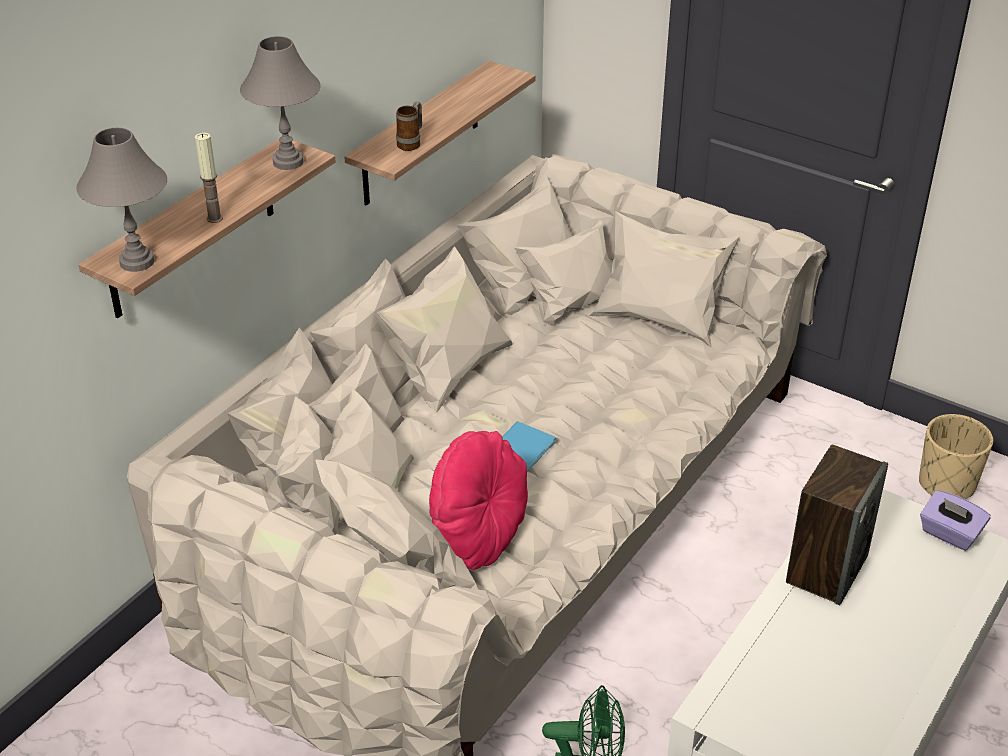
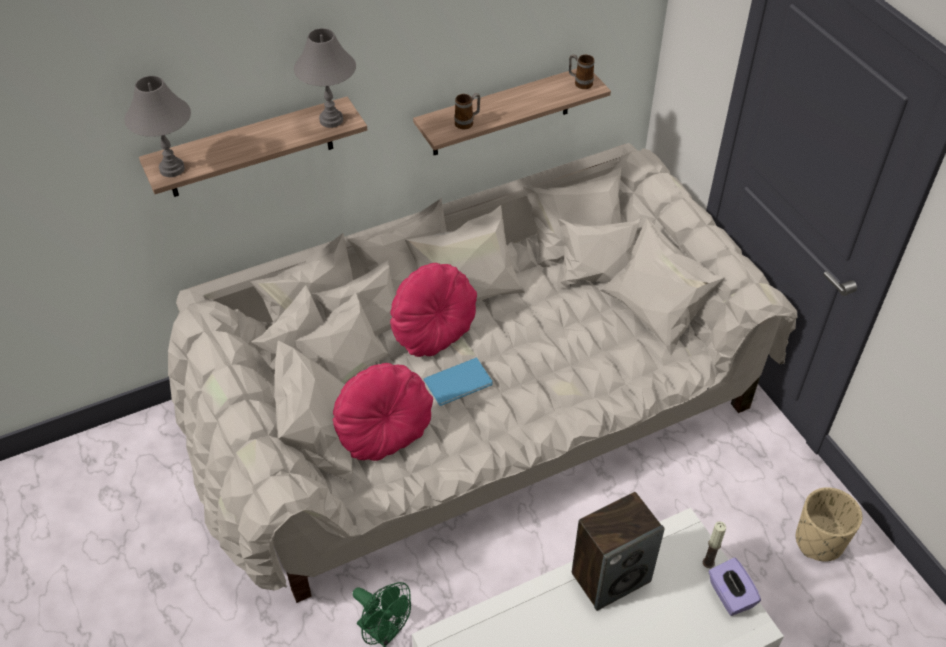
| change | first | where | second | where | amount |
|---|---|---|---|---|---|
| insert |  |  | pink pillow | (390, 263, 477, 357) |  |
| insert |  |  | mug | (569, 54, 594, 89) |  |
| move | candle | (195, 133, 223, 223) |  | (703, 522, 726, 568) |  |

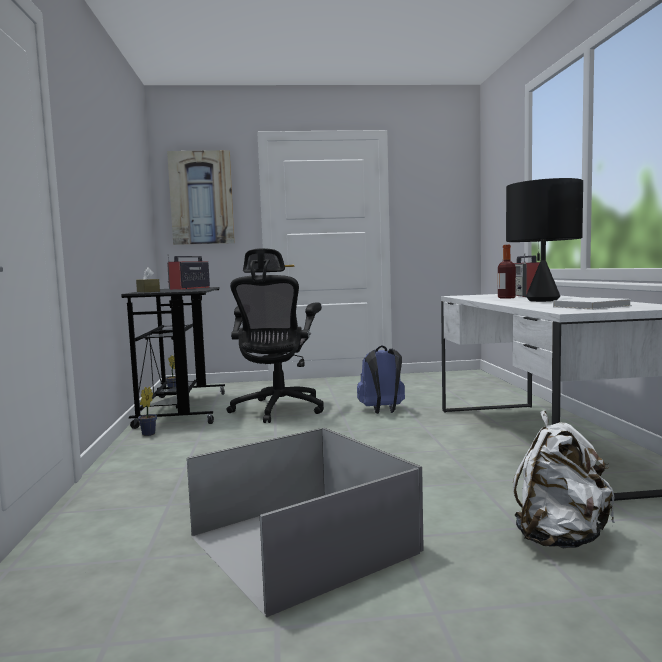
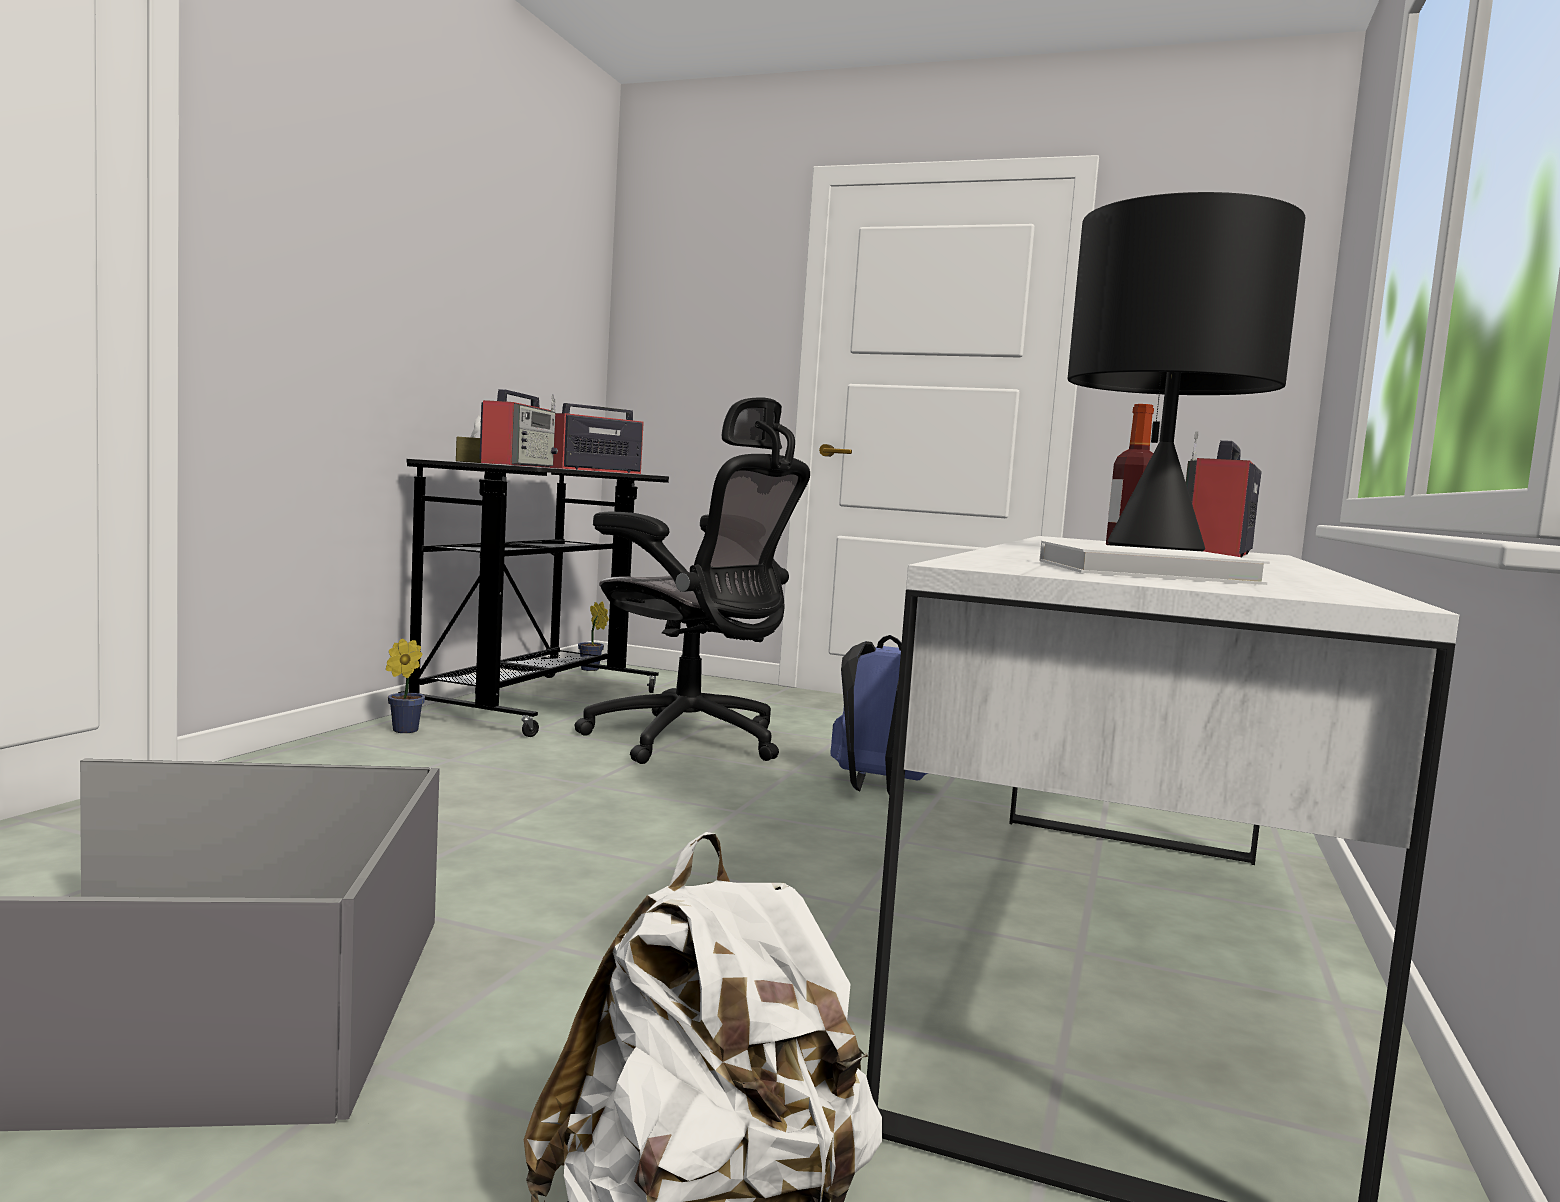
| change | first | where | second | where | amount |
|---|---|---|---|---|---|
| delete | picture | (167, 150, 235, 245) |  |  |  |
| insert |  |  | radio | (479, 389, 558, 468) |  |
| rotate | office chair | (227, 248, 324, 423) |  | (574, 398, 810, 764) | 90 degrees counterclockwise |

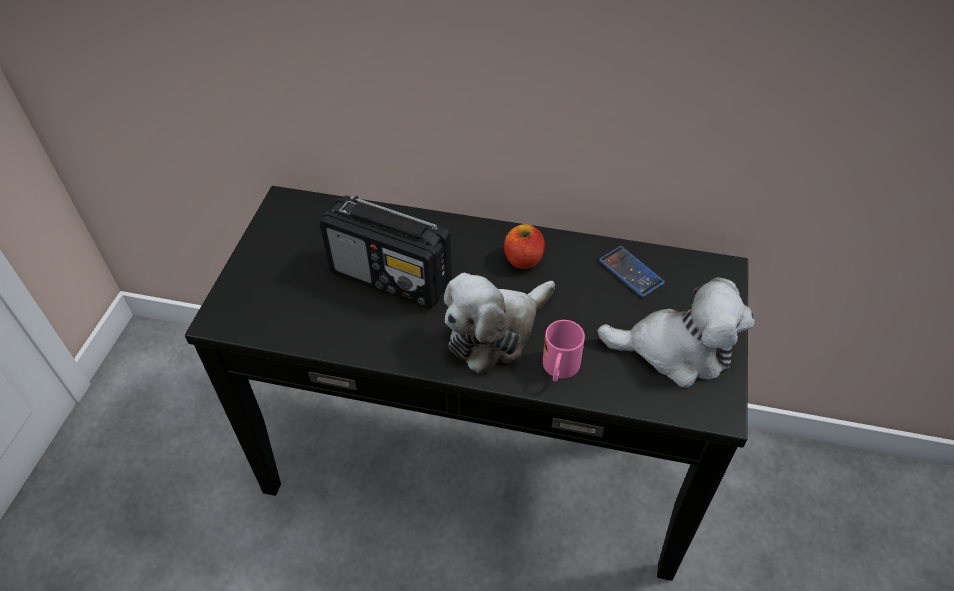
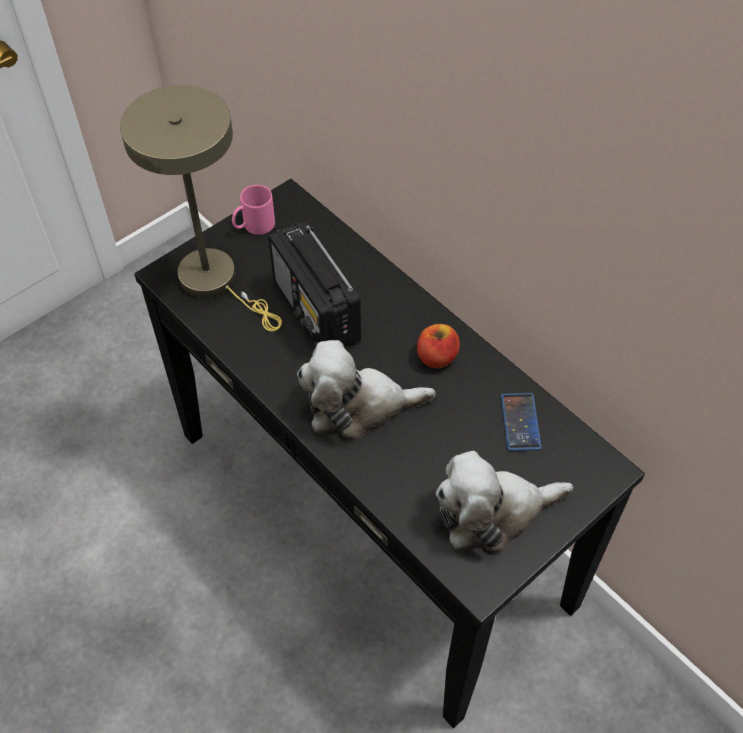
| change | first | where | second | where | amount |
|---|---|---|---|---|---|
| insert |  |  | beige table lamp | (120, 85, 282, 332) |  |
| move | pink mug | (543, 320, 585, 382) |  | (232, 185, 275, 235) |  |
| rotate | plush toy | (597, 277, 755, 388) |  | (436, 451, 573, 553) | 120 degrees clockwise |

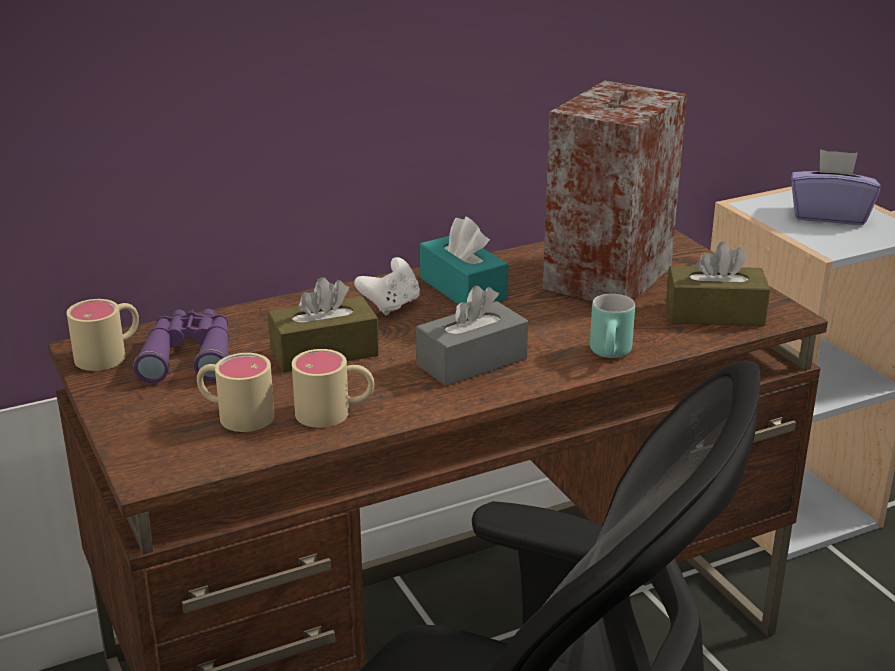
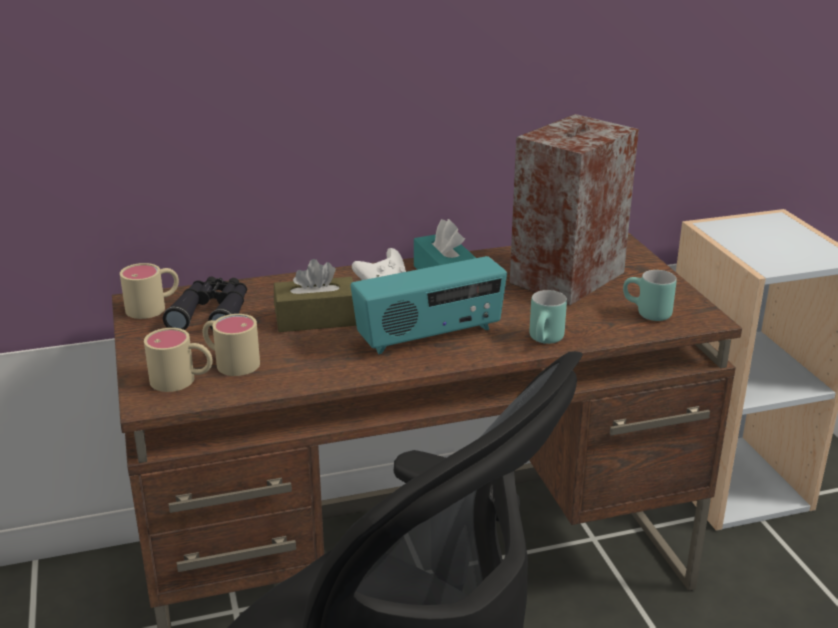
| change | first | where | second | where | amount |
|---|---|---|---|---|---|
| delete | purple tissue box | (791, 149, 881, 225) |  |  |  |
| move | beige mug | (292, 349, 375, 428) |  | (144, 328, 213, 392) |  |
| replace | grey tissue box | (416, 286, 528, 386) | radio | (350, 256, 507, 354) |  |
| replace | brown tissue box | (666, 242, 770, 326) | turquoise mug | (623, 270, 677, 321) |  |
| recolor | purple binoculars | (134, 309, 229, 383) | black binoculars | (163, 277, 247, 330) |  |

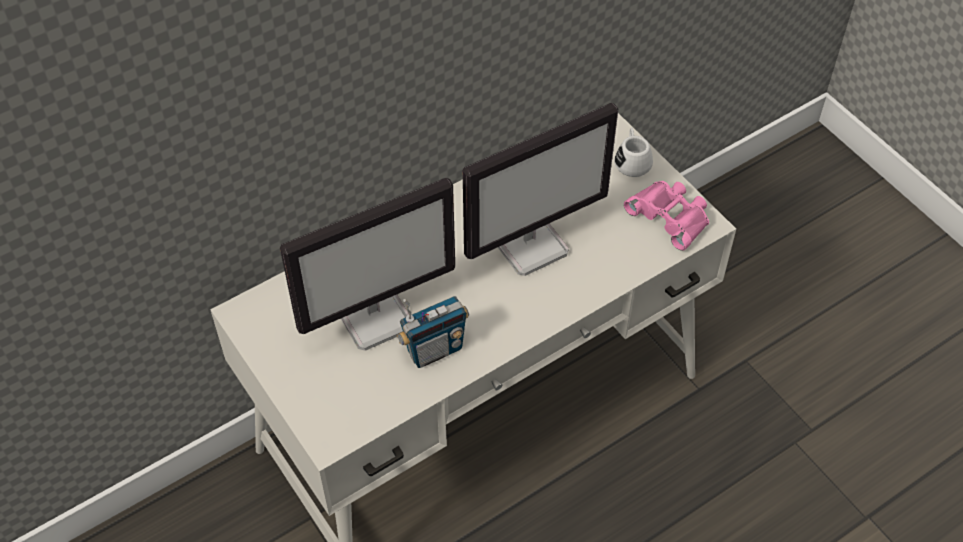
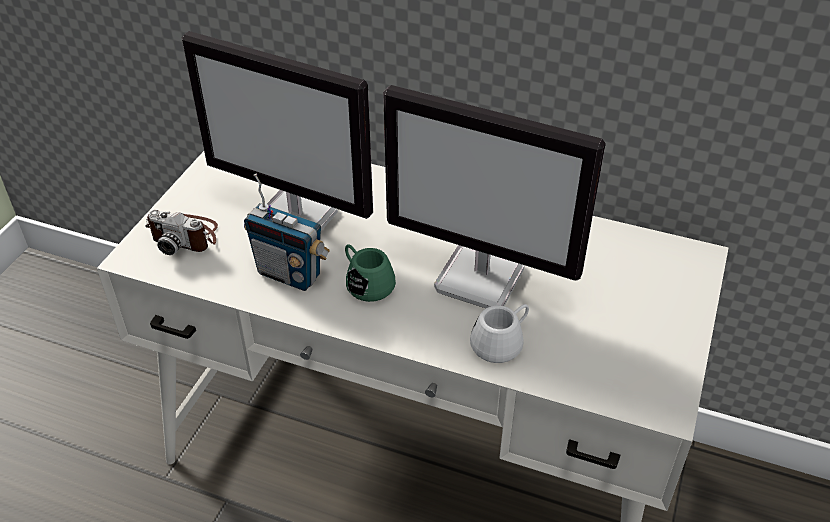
| change | first | where | second | where | amount |
|---|---|---|---|---|---|
| delete | pink binoculars | (624, 181, 709, 251) |  |  |  |
| insert |  |  | photo camera | (145, 210, 218, 255) |  |
| insert |  |  | green mug | (345, 244, 396, 302) |  |
| move | white mug | (615, 127, 653, 177) |  | (470, 304, 529, 363) |  |

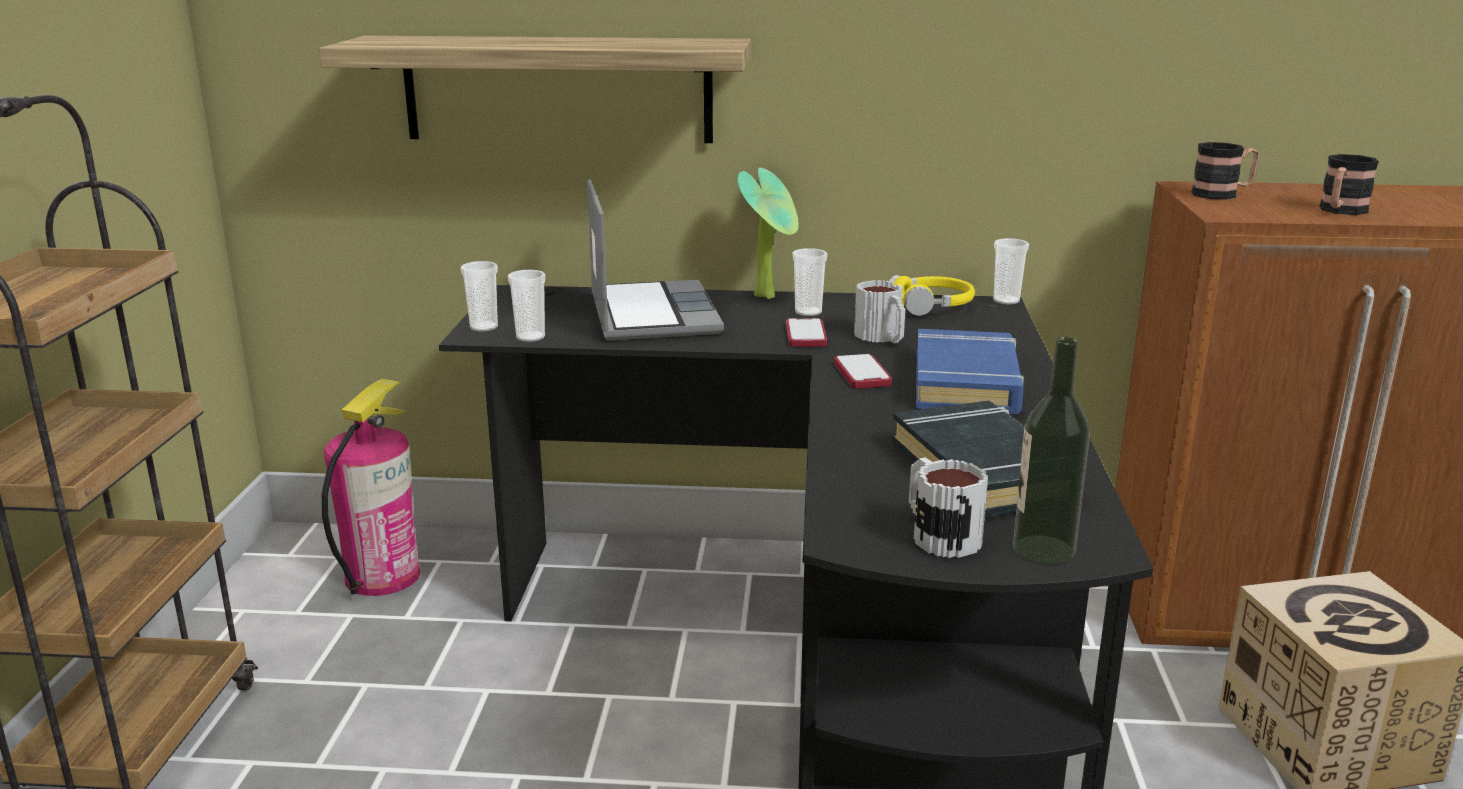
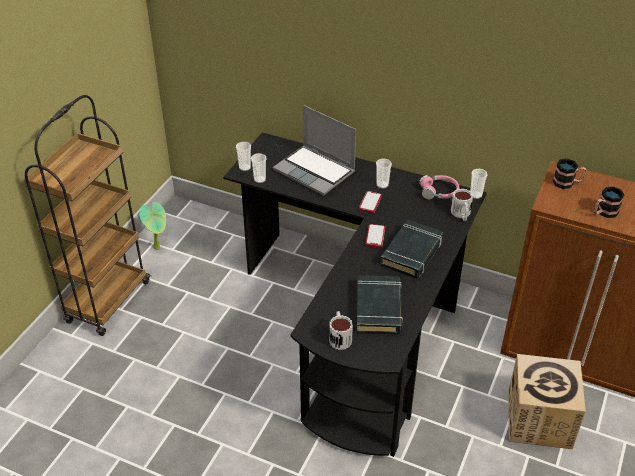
| change | first | where | second | where | amount |
|---|---|---|---|---|---|
| delete | shelf | (319, 36, 751, 143) |  |  |  |
| delete | fire extinguisher | (322, 378, 420, 596) |  |  |  |
| delete | bottle | (1013, 337, 1090, 565) |  |  |  |
| move | potted plant | (737, 168, 799, 299) |  | (139, 202, 166, 250) |  |
| move | mug | (854, 280, 905, 343) |  | (451, 189, 473, 221) |  |
| recolor | yellow headphones | (889, 275, 975, 316) | pink headphones | (419, 175, 459, 200) |  |
| recolor | blue book | (916, 329, 1024, 414) | black book | (381, 219, 444, 278) |  |
| rotate | laptop | (587, 179, 724, 341) |  | (273, 105, 356, 196) | 120 degrees clockwise |

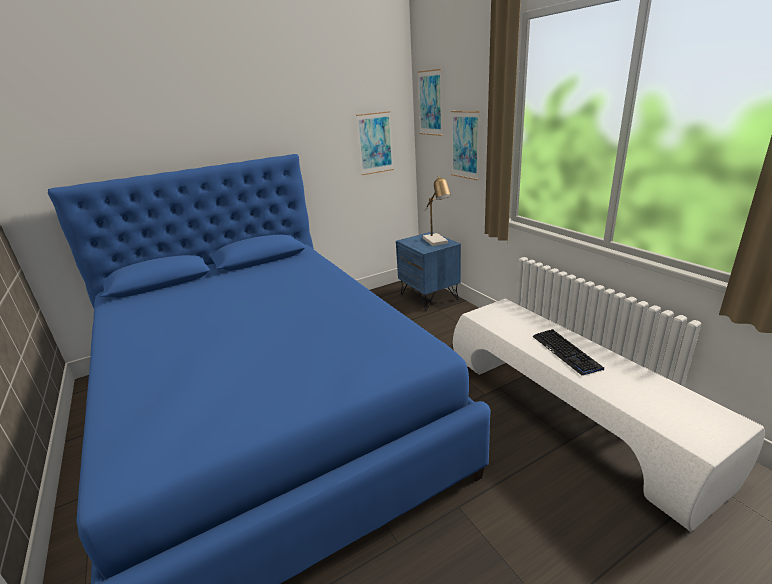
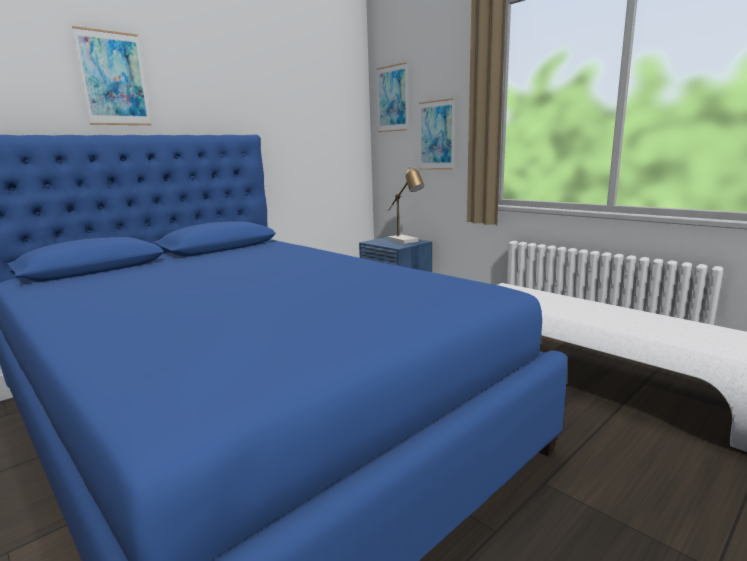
| change | first | where | second | where | amount |
|---|---|---|---|---|---|
| delete | keyboard | (532, 329, 604, 375) |  |  |  |
| move | picture | (356, 111, 394, 175) |  | (72, 26, 151, 125) |  |

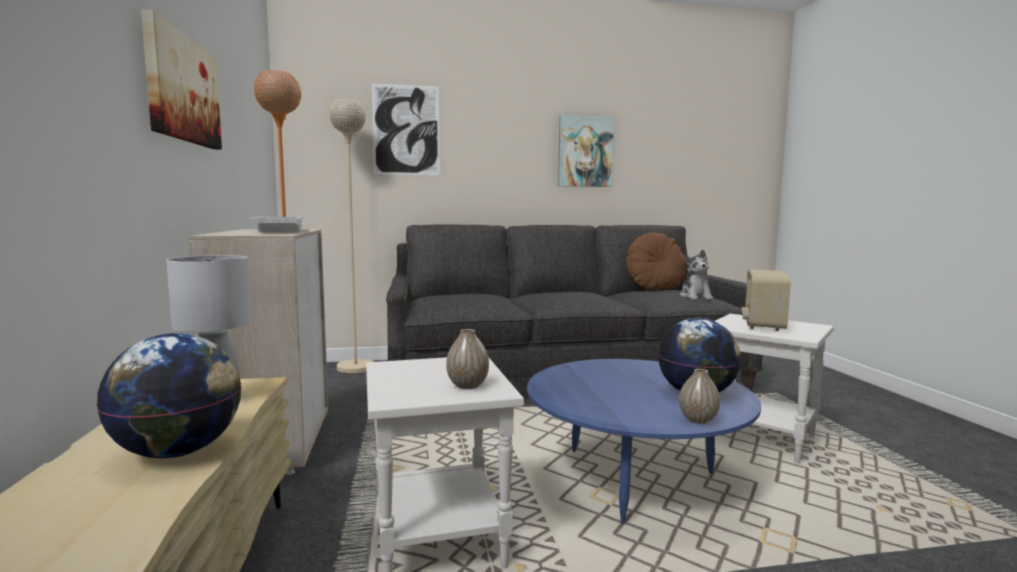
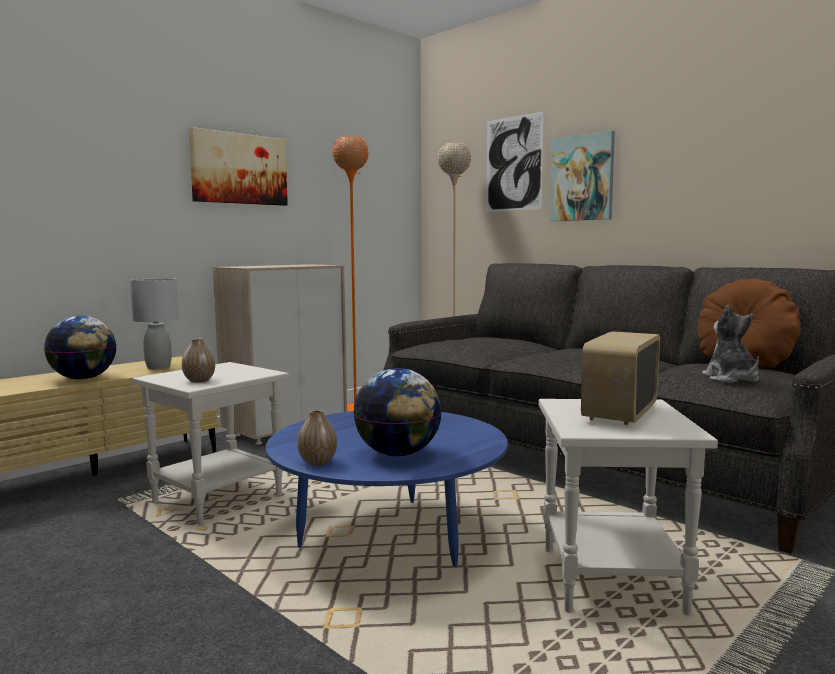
| change | first | where | second | where | amount |
|---|---|---|---|---|---|
| delete | white tray | (250, 217, 304, 232) |  |  |  |
| move | picture | (558, 115, 614, 187) |  | (550, 130, 615, 221) |  |
| rotate | plush toy | (680, 250, 713, 300) |  | (702, 305, 759, 383) | 120 degrees clockwise |
| rotate | radio | (741, 269, 791, 331) |  | (581, 331, 660, 425) | 45 degrees counterclockwise |

